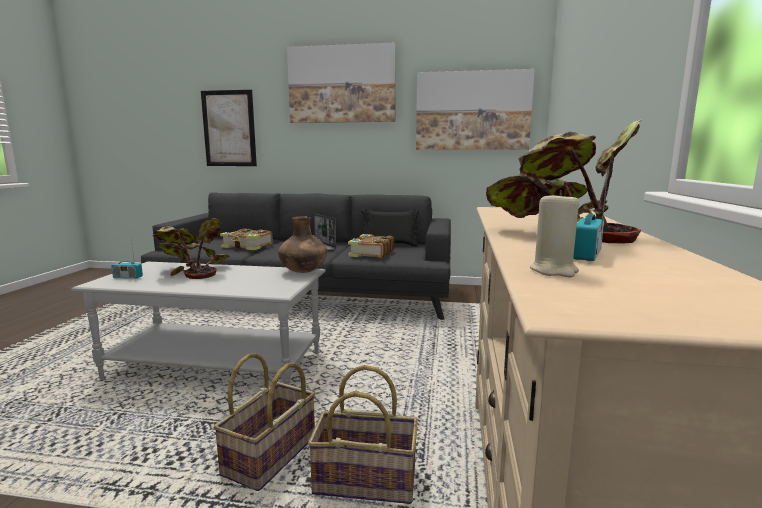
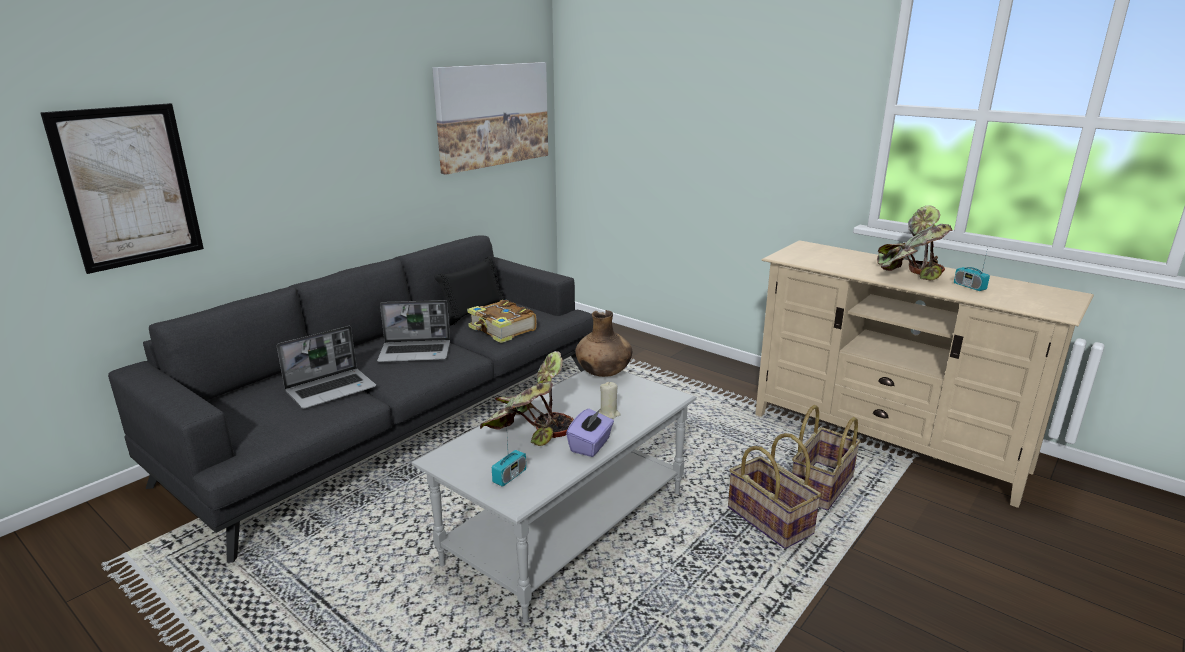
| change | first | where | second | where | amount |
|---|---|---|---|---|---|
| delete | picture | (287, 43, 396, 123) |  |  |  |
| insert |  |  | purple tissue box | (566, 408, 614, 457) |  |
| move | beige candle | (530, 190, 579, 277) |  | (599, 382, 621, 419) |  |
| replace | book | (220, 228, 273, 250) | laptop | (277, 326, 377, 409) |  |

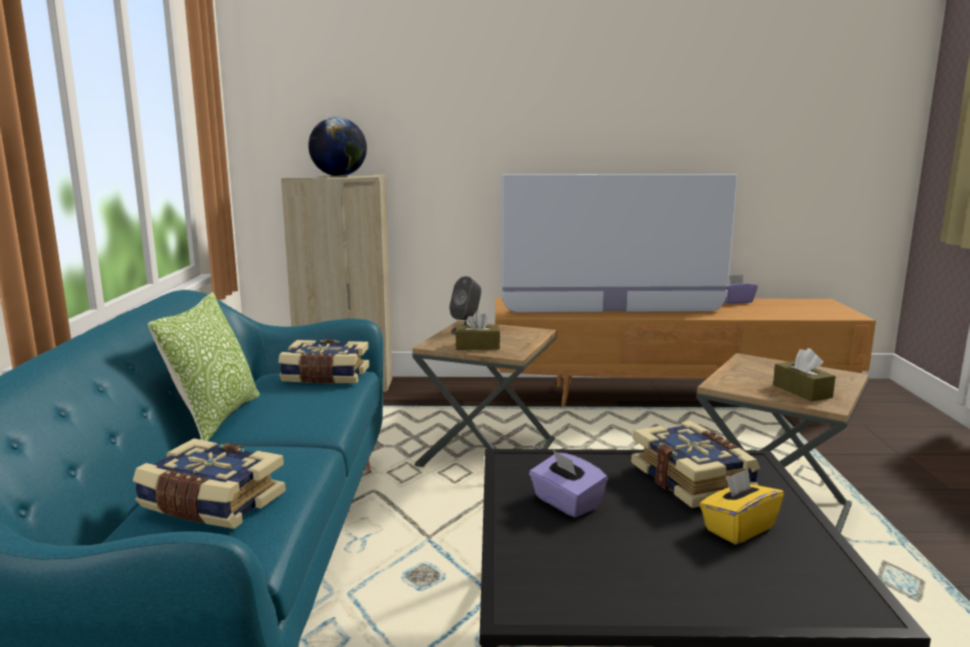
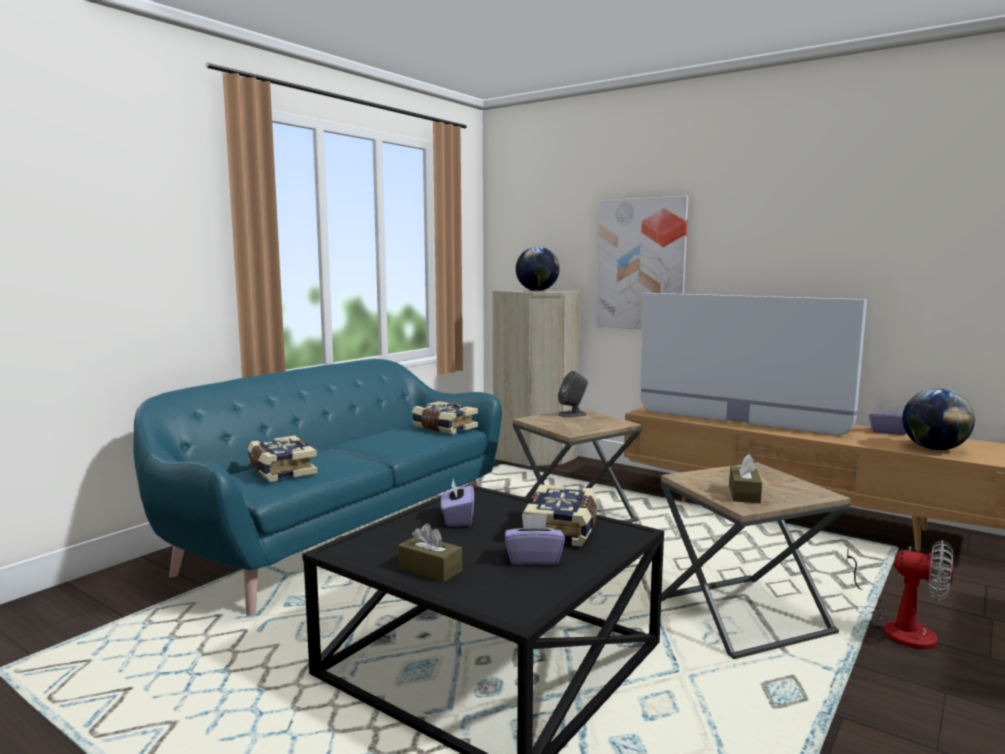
| change | first | where | second | where | amount |
|---|---|---|---|---|---|
| delete | pillow | (148, 292, 260, 441) |  |  |  |
| insert |  |  | picture | (596, 196, 688, 329) |  |
| insert |  |  | fan | (846, 540, 954, 649) |  |
| insert |  |  | globe | (902, 389, 975, 450) |  |
| move | brown tissue box | (455, 311, 500, 350) |  | (398, 523, 462, 582) |  |
| recolor | yellow tissue box | (699, 469, 784, 544) | purple tissue box | (505, 514, 565, 565) |  |

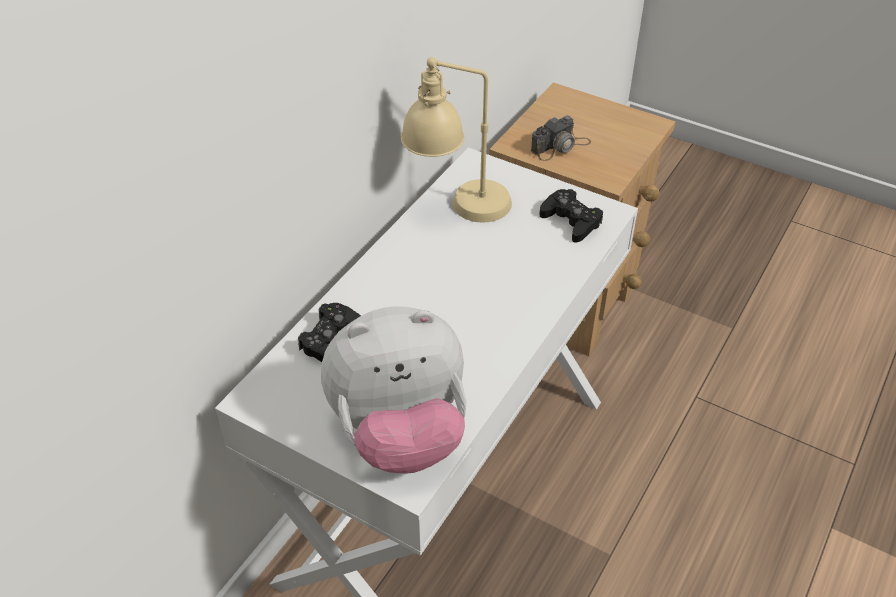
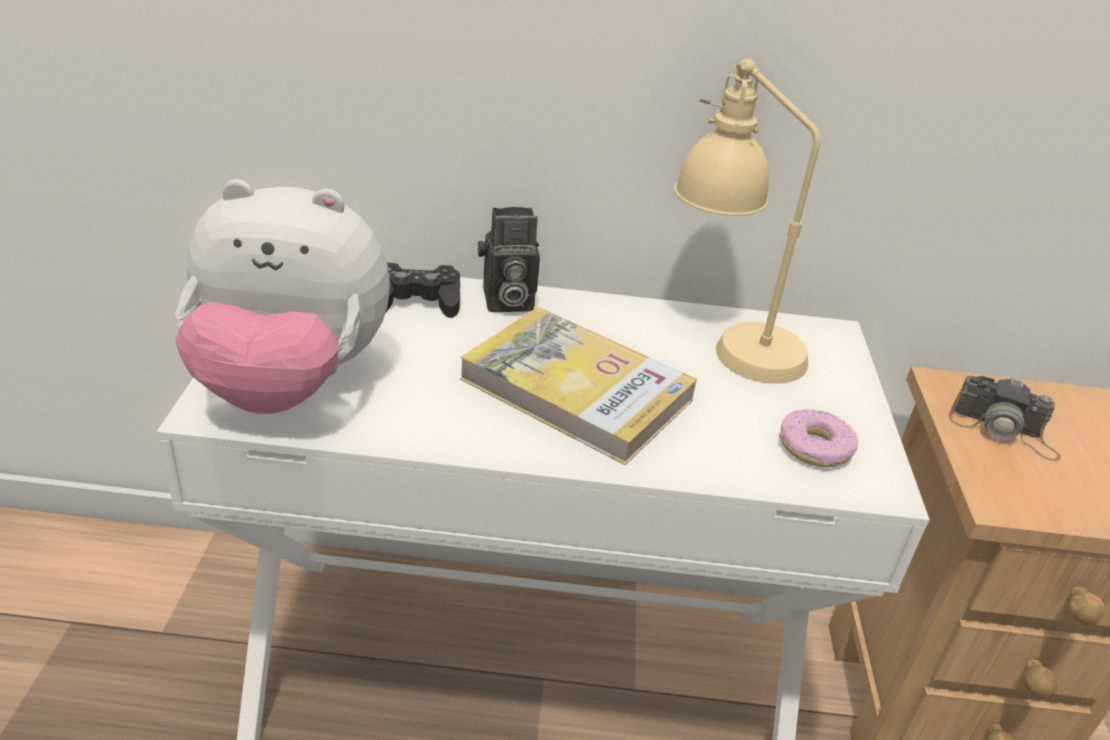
| change | first | where | second | where | amount |
|---|---|---|---|---|---|
| insert |  |  | book | (460, 307, 697, 465) |  |
| insert |  |  | photo camera | (478, 207, 540, 312) |  |
| replace | black game controller | (540, 189, 603, 243) | donut | (779, 409, 858, 467) |  |
| rotate | plush toy | (321, 306, 467, 474) |  | (175, 179, 390, 414) | 45 degrees counterclockwise |

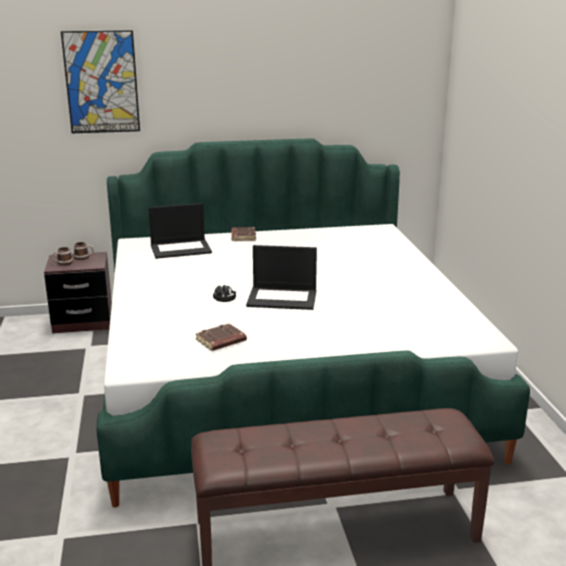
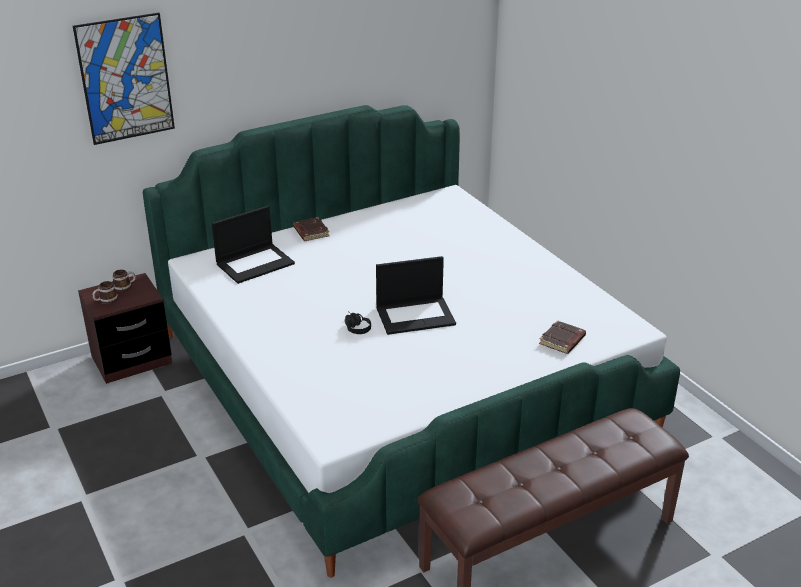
| change | first | where | second | where | amount |
|---|---|---|---|---|---|
| move | brown book | (195, 323, 247, 351) |  | (539, 320, 586, 354) |  |

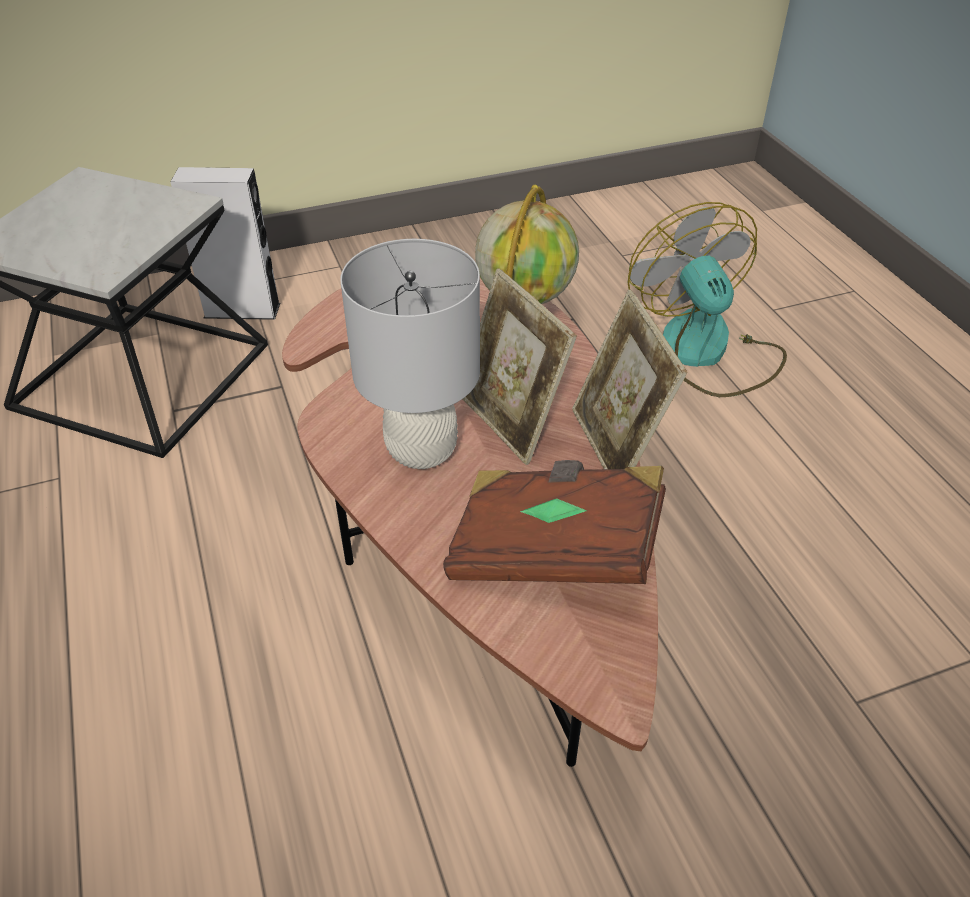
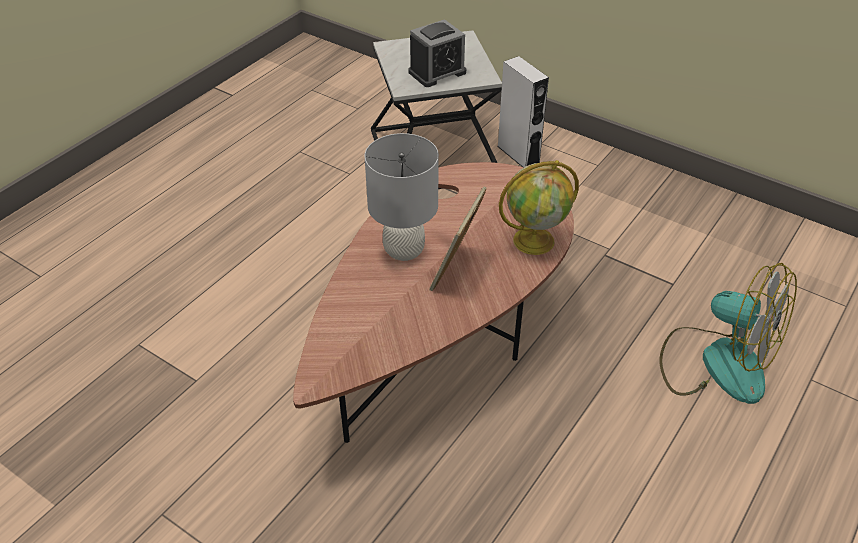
| change | first | where | second | where | amount |
|---|---|---|---|---|---|
| delete | brown book | (443, 460, 666, 584) |  |  |  |
| delete | picture frame | (572, 289, 688, 469) |  |  |  |
| insert |  |  | alarm clock | (408, 19, 466, 87) |  |
| rotate | fan | (628, 202, 787, 397) |  | (659, 263, 797, 404) | 90 degrees clockwise |

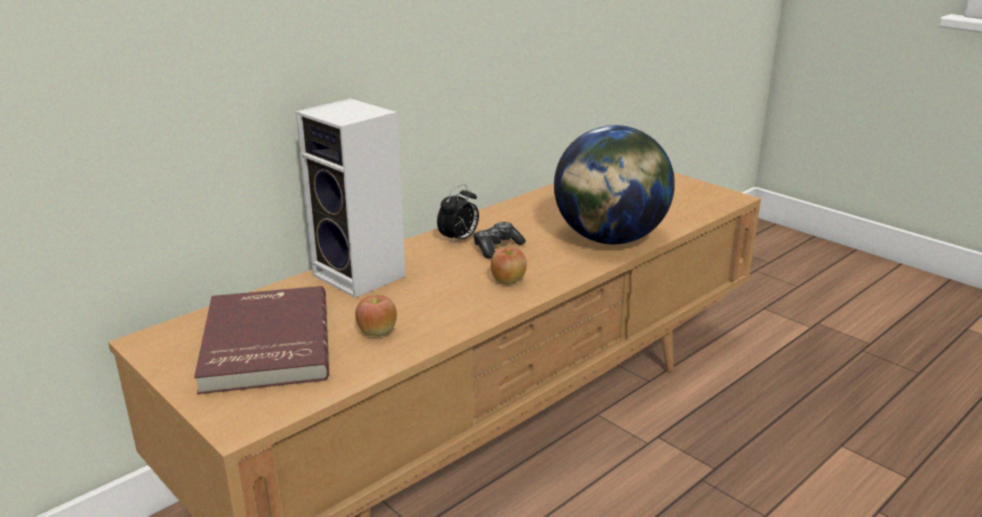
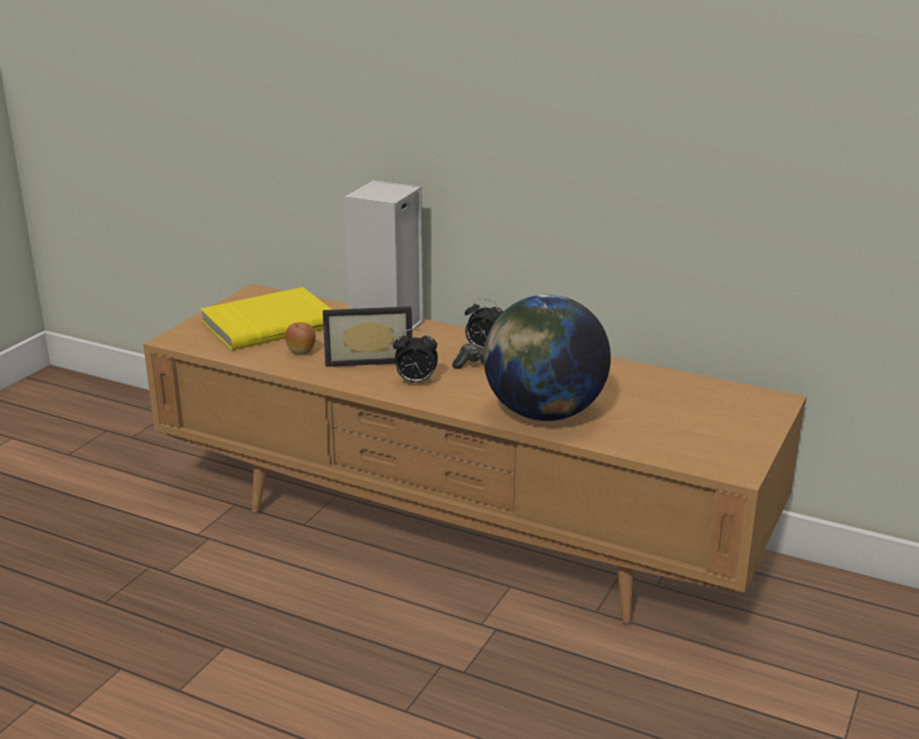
| change | first | where | second | where | amount |
|---|---|---|---|---|---|
| insert |  |  | picture frame | (323, 306, 412, 367) |  |
| replace | apple | (491, 247, 527, 285) | alarm clock | (393, 329, 438, 383) |  |
| recolor | red book | (194, 286, 329, 394) | yellow book | (200, 287, 332, 350) |  |

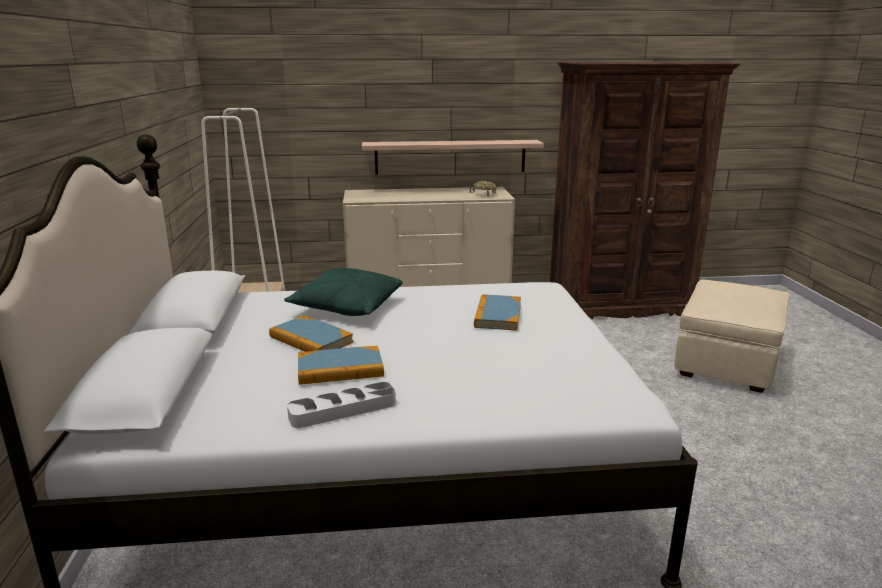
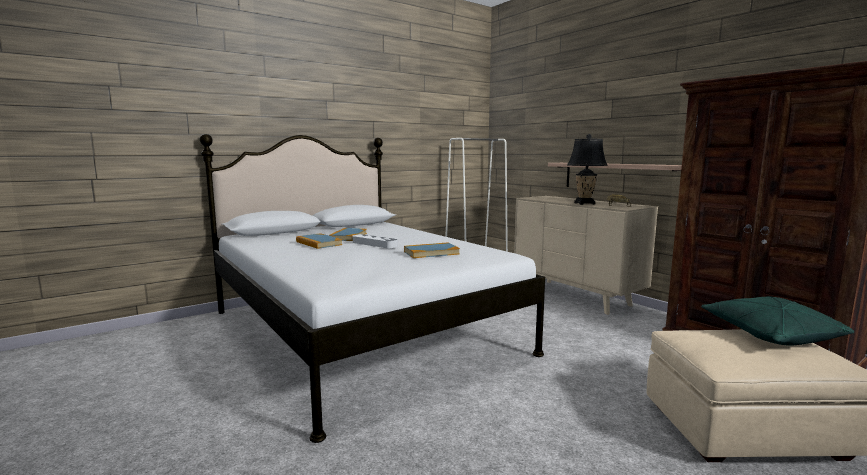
| change | first | where | second | where | amount |
|---|---|---|---|---|---|
| insert |  |  | black table lamp | (567, 134, 608, 205) |  |
| move | green pillow | (284, 268, 403, 316) |  | (701, 296, 854, 346) |  |
| move | grey tray | (287, 382, 396, 428) |  | (353, 234, 398, 248) |  |

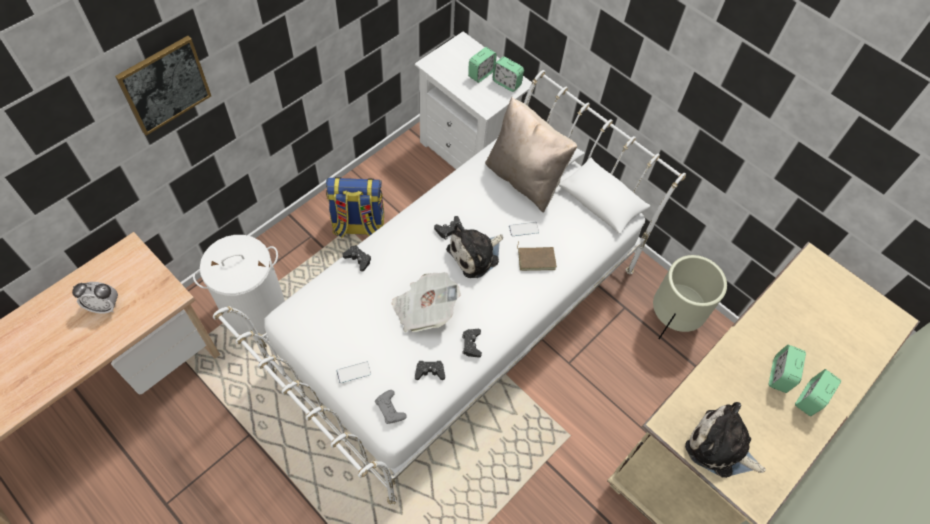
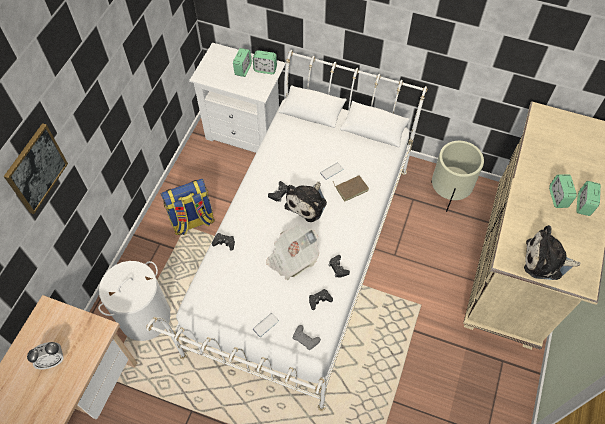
| change | first | where | second | where | amount |
|---|---|---|---|---|---|
| delete | beige pillow | (485, 97, 577, 213) |  |  |  |

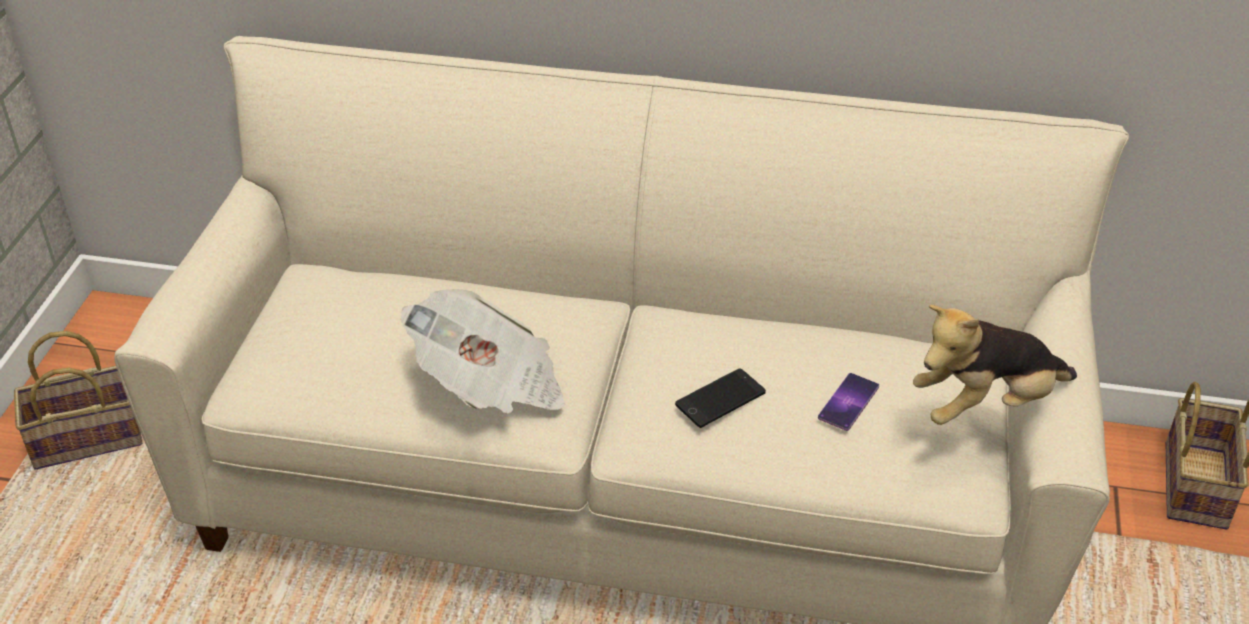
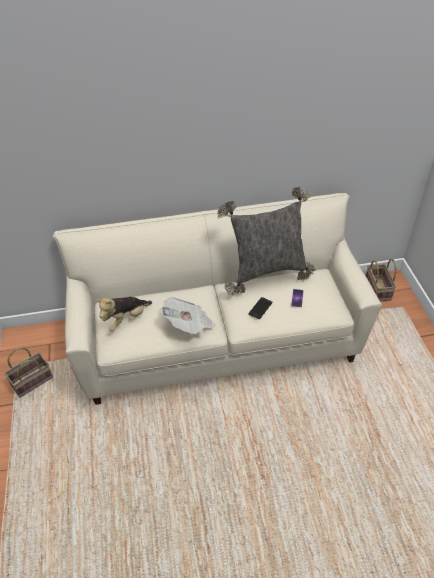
| change | first | where | second | where | amount |
|---|---|---|---|---|---|
| insert |  |  | pillow | (217, 187, 315, 295) |  |
| move | plush toy | (913, 305, 1077, 425) |  | (96, 297, 152, 331) |  |

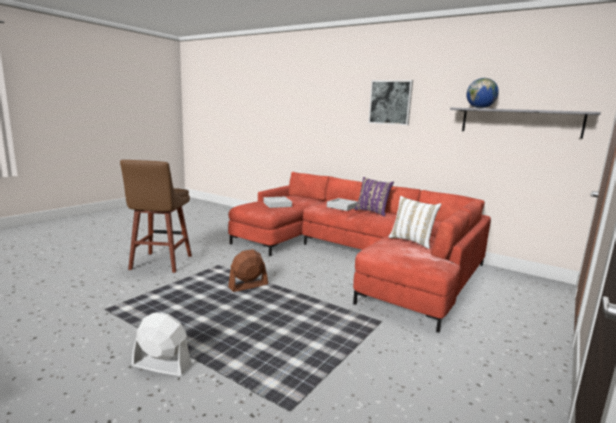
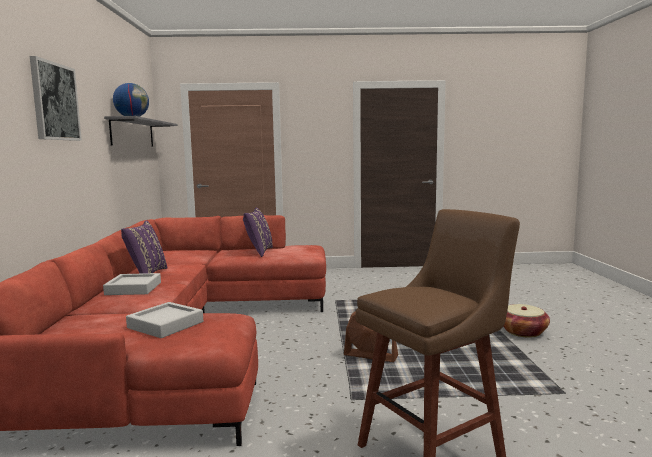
| change | first | where | second | where | amount |
|---|---|---|---|---|---|
| replace | white fan | (131, 312, 191, 376) | basket | (503, 304, 550, 338) |  |
| recolor | white pillow | (388, 196, 441, 249) | purple pillow | (243, 208, 273, 257) |  |

